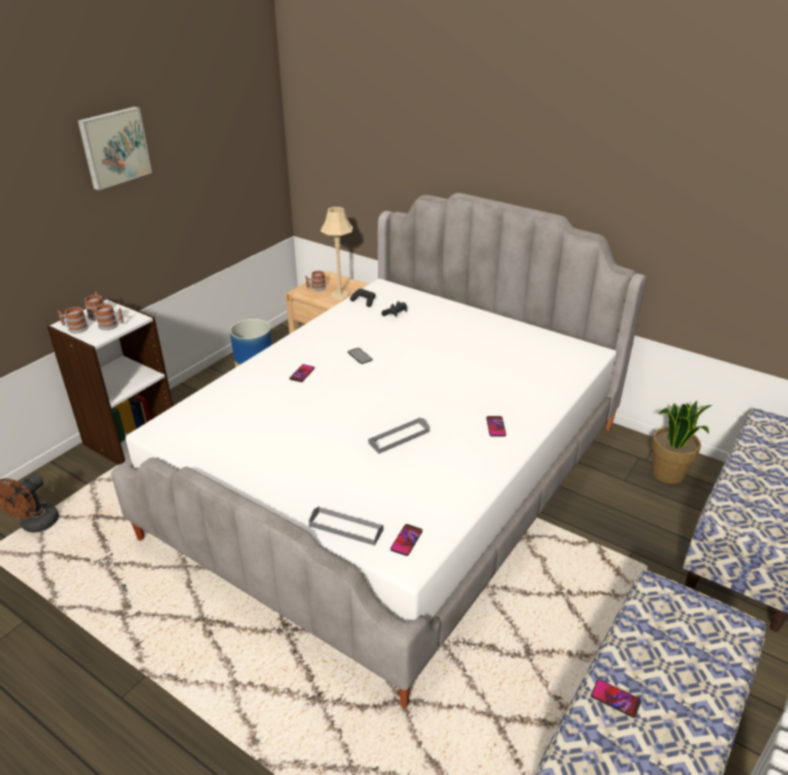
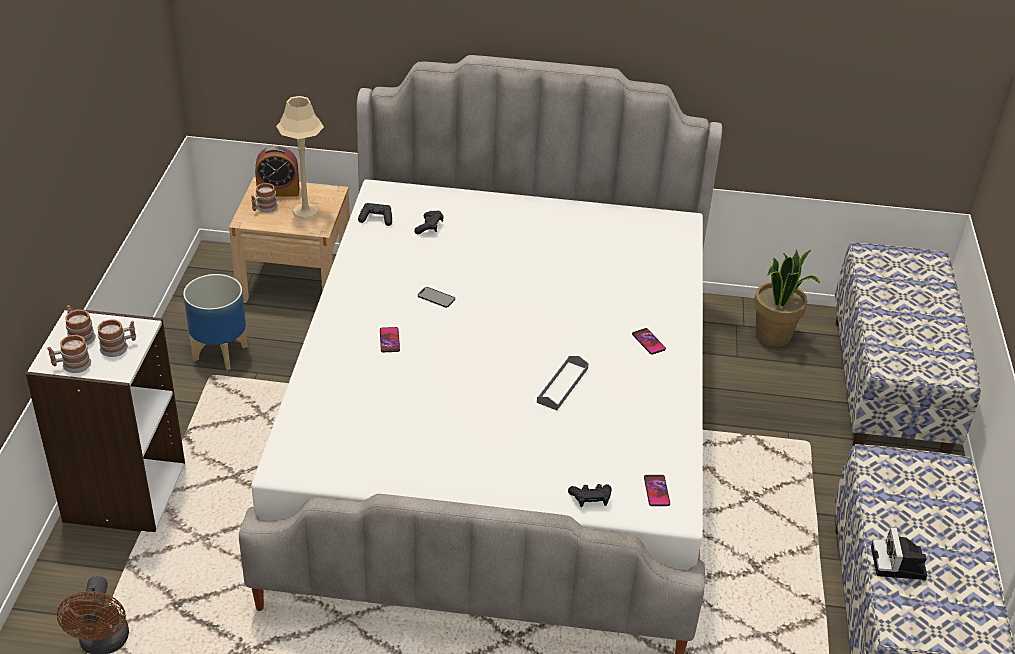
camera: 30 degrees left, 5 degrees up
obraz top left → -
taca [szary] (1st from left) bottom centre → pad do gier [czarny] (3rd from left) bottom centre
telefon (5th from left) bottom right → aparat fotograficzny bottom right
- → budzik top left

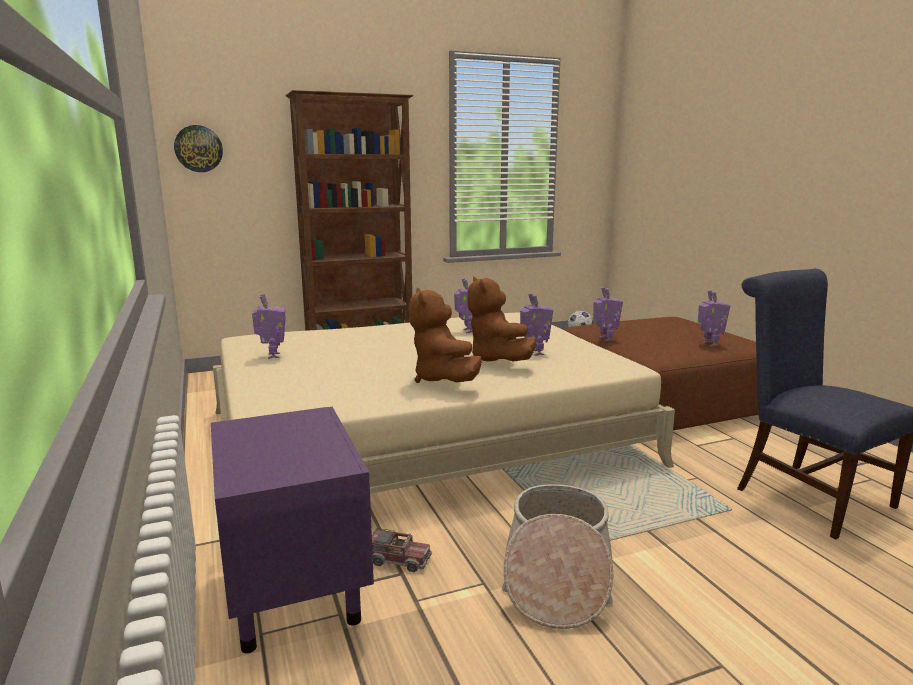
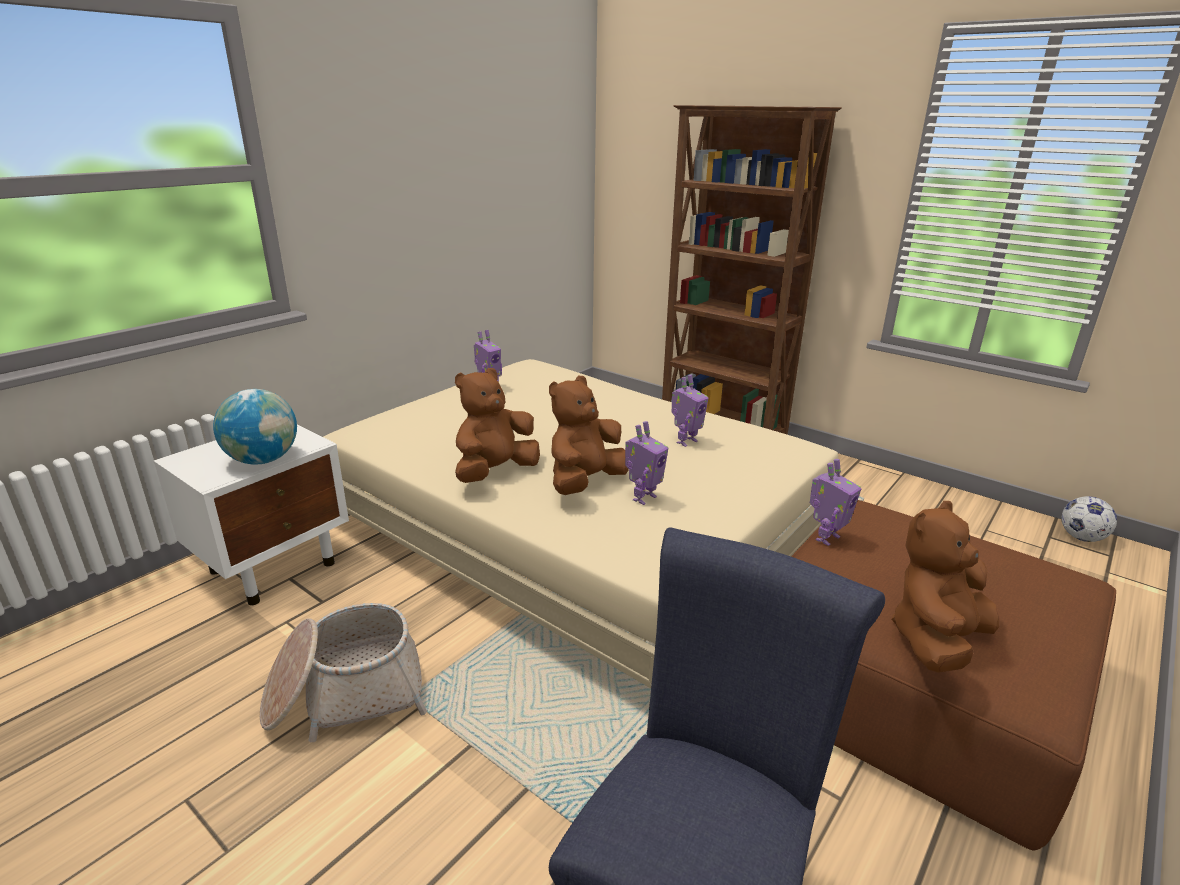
camera: 60 degrees right, 10 degrees up
zegar ścienny top left → -
robot zabawkowy (5th from left) middle right → pluszak [brązowy] (3rd from left) middle right
szafka nocna [fioletowy] bottom left → szafka nocna [biały] middle left
ciężarówka zabawkowa bottom centre → -
- → globus middle left

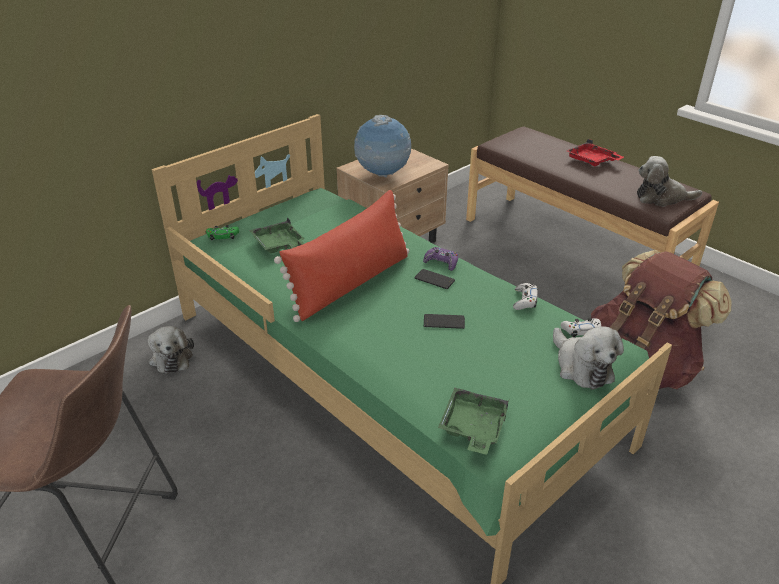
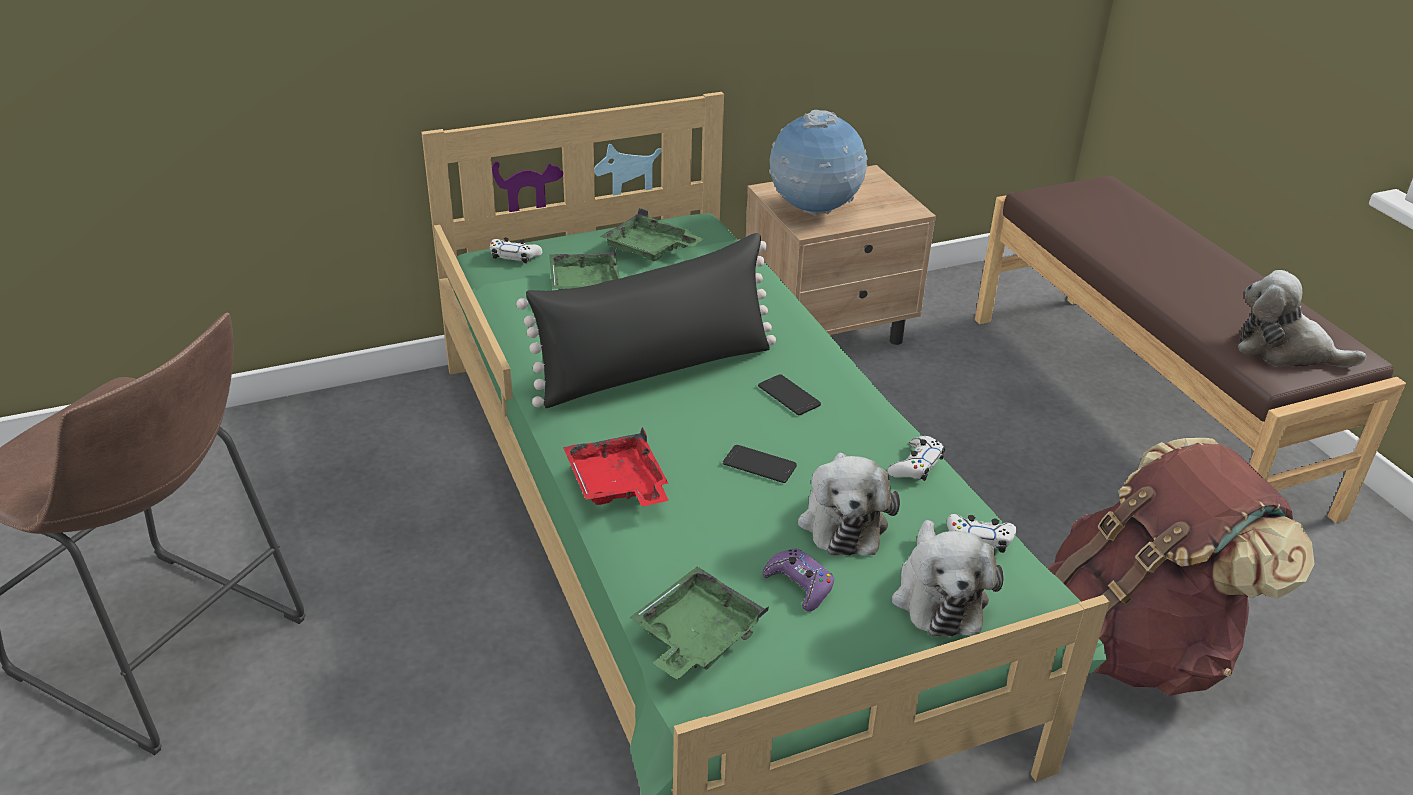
camera: 20 degrees right, 0 degrees up
taca [czerwony] top right → taca [czerwony] centre, move
poduszka [czerwony] centre → poduszka [czarny] centre
pad do gier [zielony] middle left → pad do gier [biały] (1st from left) top centre
pad do gier [fioletowy] centre → pad do gier [fioletowy] bottom centre, move
pluszak (1st from left) middle left → pluszak (1st from left) centre, move
- → taca [zielony] (2nd from left) top centre

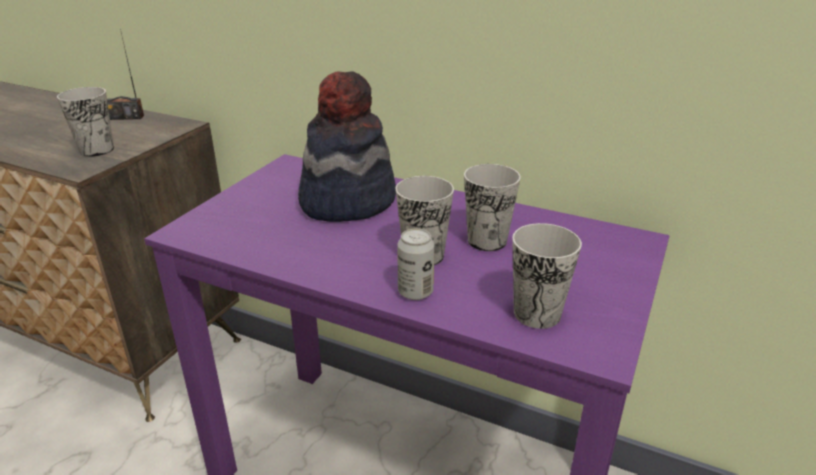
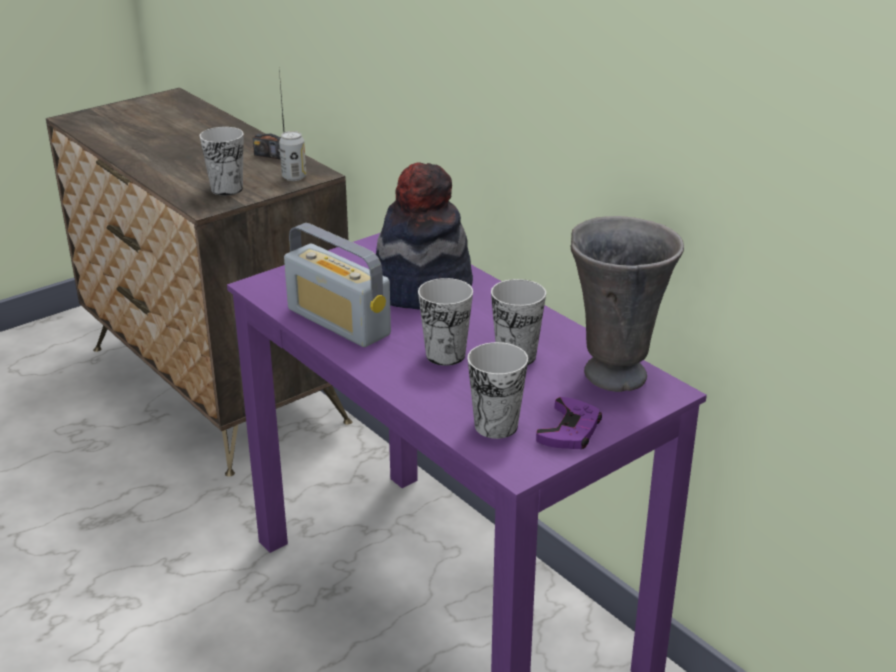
camera: 25 degrees right, 0 degrees up
puszka centre → puszka top left, move
- → wazon [szary] middle right
- → radio (2nd from left) centre
- → pad do gier [fioletowy] centre

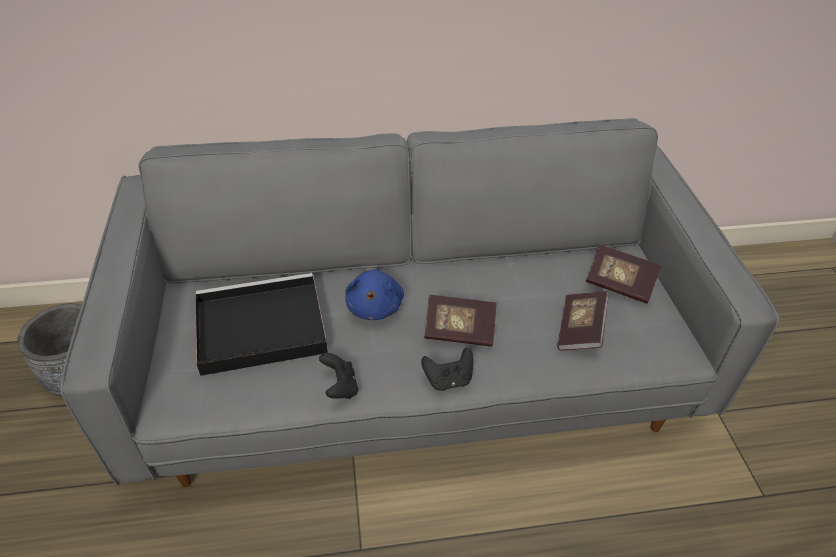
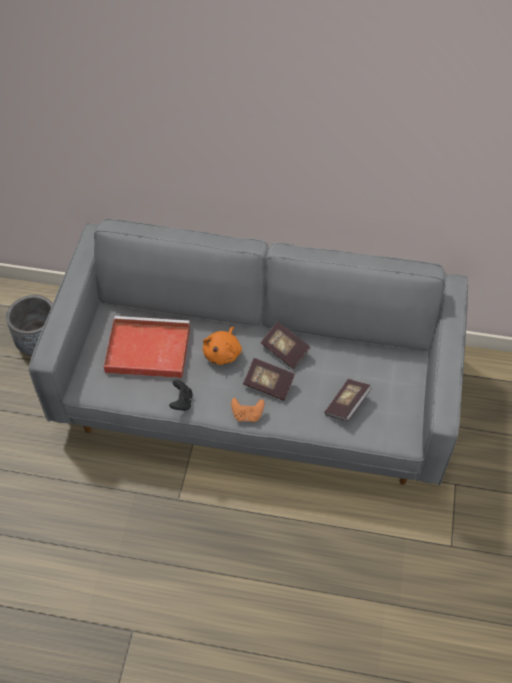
camera: 20 degrees right, 10 degrees up
książka (3rd from left in the first image) middle right → książka (2nd from left) centre, move
pluszak [niebieski] centre → pluszak [pomarańczowy] centre
taca [czarny] middle left → taca [czerwony] middle left
pad do gier [czarny] (2nd from left) centre → pad do gier [pomarańczowy] centre

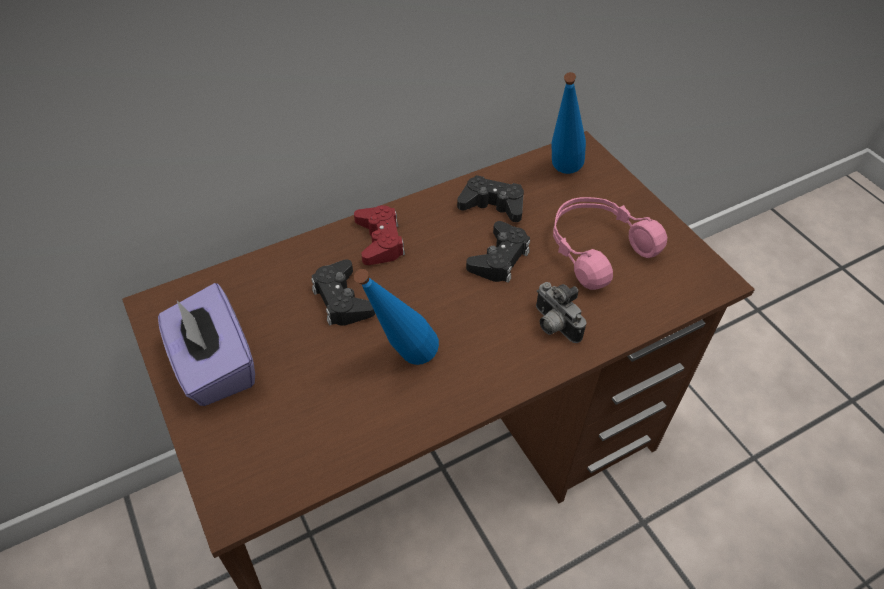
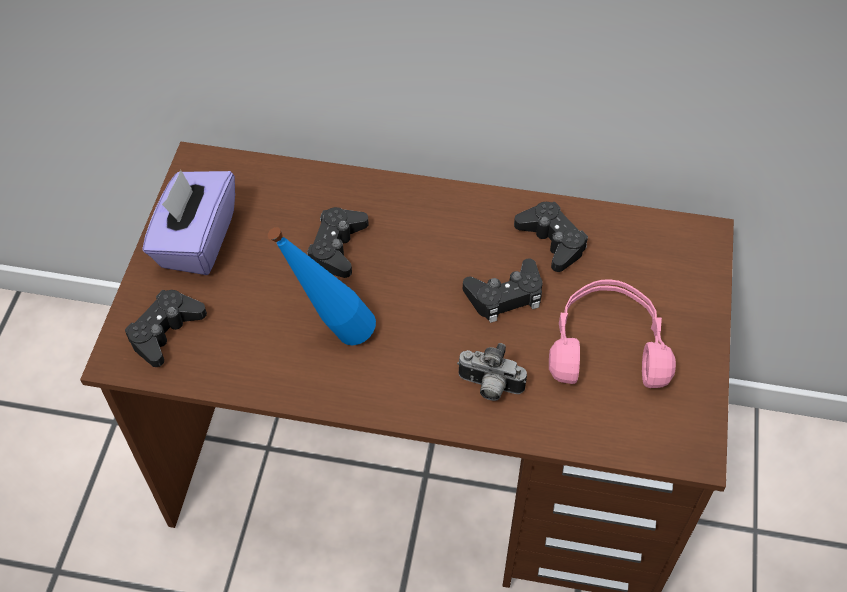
camera: 40 degrees right, 5 degrees up
butelka [niebieski] (2nd from left) top centre → -
pad do gier [czerwony] centre → -
aparat fotograficzny centre, 75 degrees counterclockwise
- → pad do gier [czarny] (1st from left) middle left

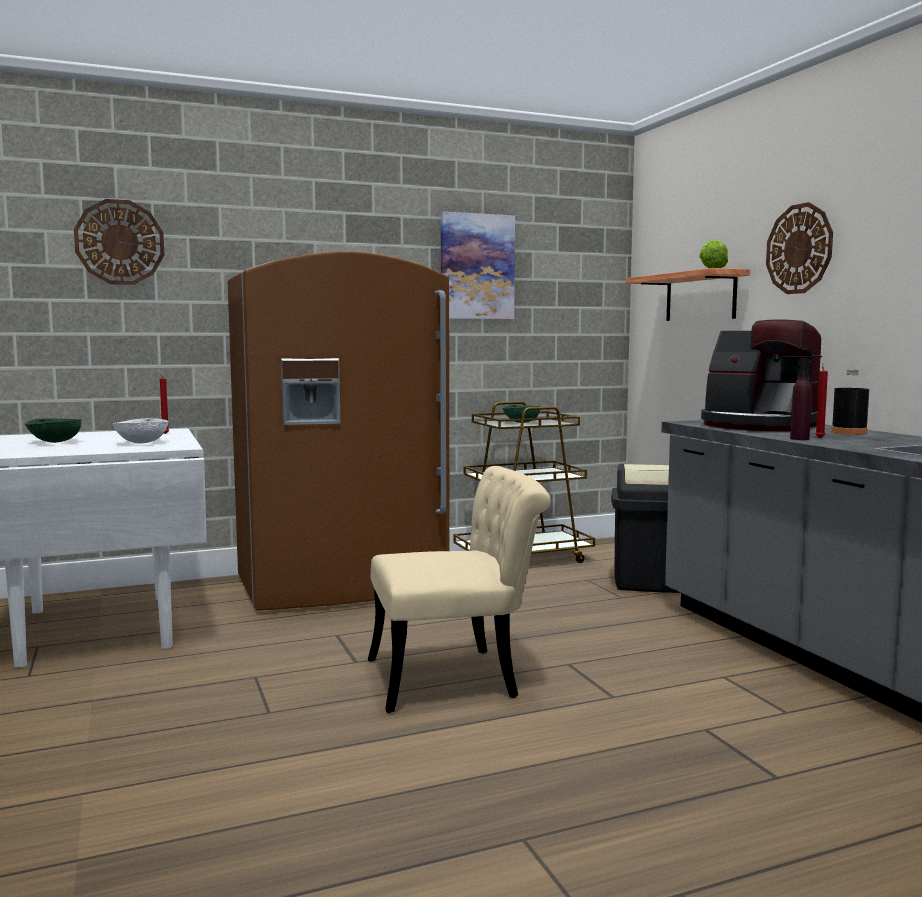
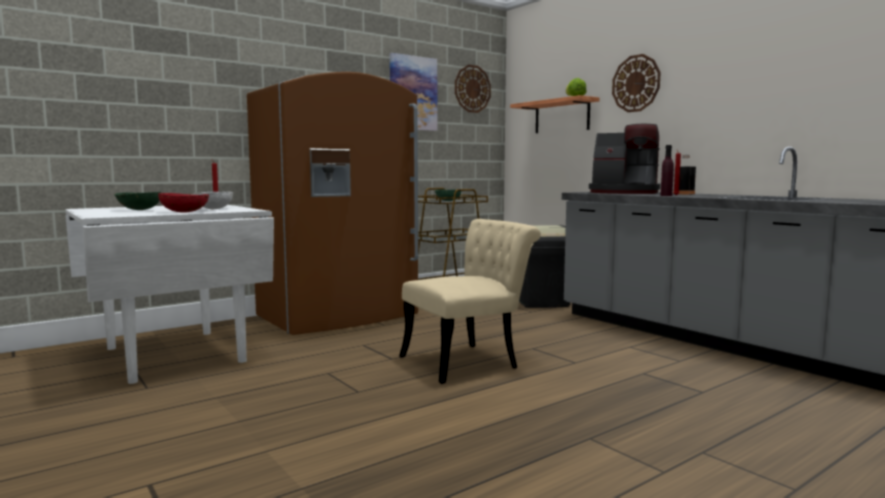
camera: 15 degrees left, 0 degrees up
zegar ścienny (1st from left) top left → zegar ścienny (1st from left) top centre, move
- → miska [czerwony] middle left

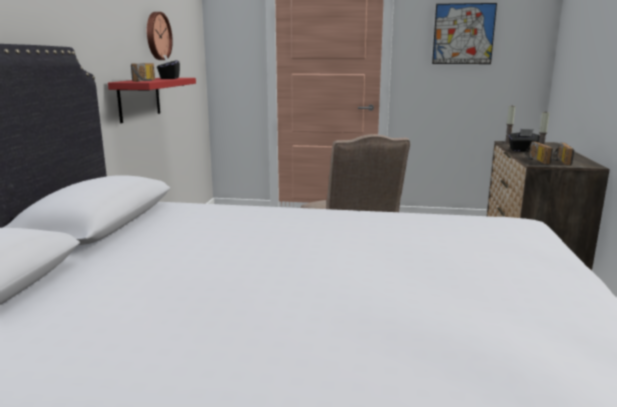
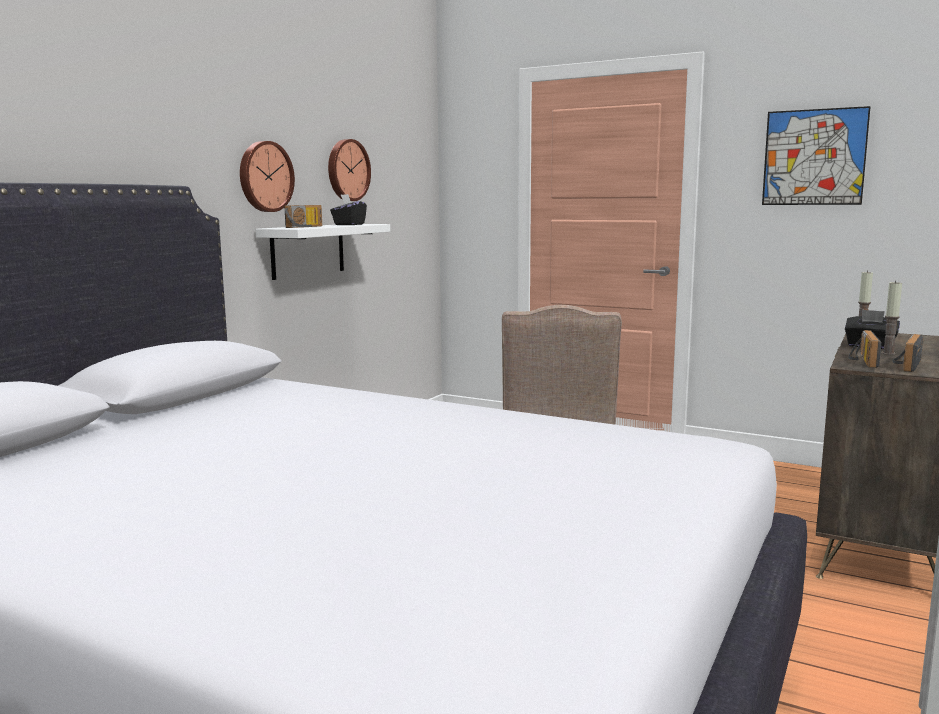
camera: 20 degrees right, 5 degrees down
półka [czerwony] top left → półka [biały] centre
- → zegar ścienny (1st from left) top left

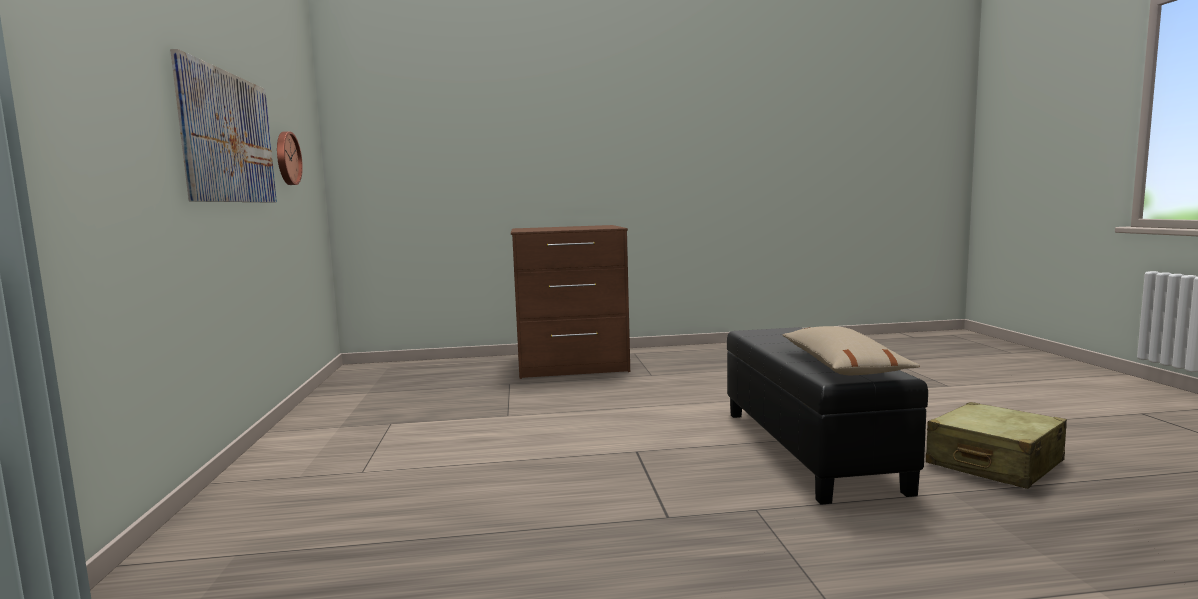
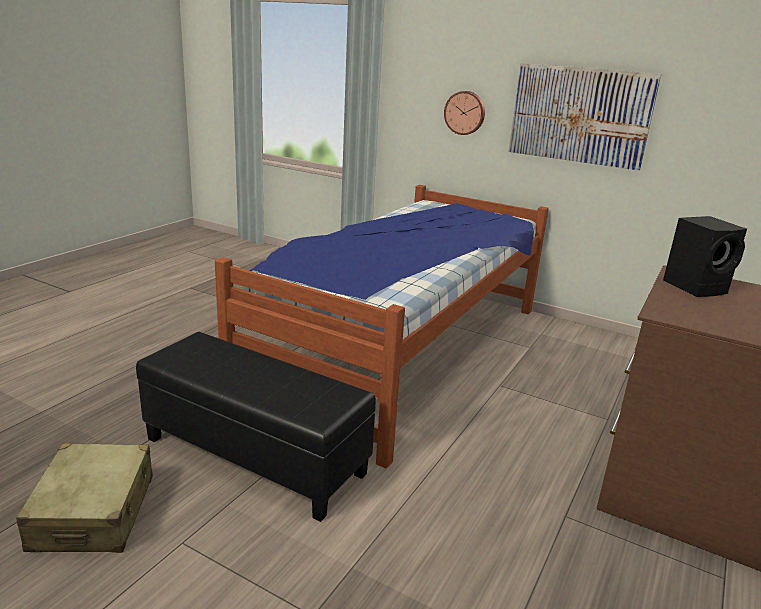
camera: 125 degrees right, 15 degrees up
zegar ścienny top left → zegar ścienny top centre, move
poduszka [beżowy] middle right → -
- → łóżko centre
- → głośnik [czarny] middle right

